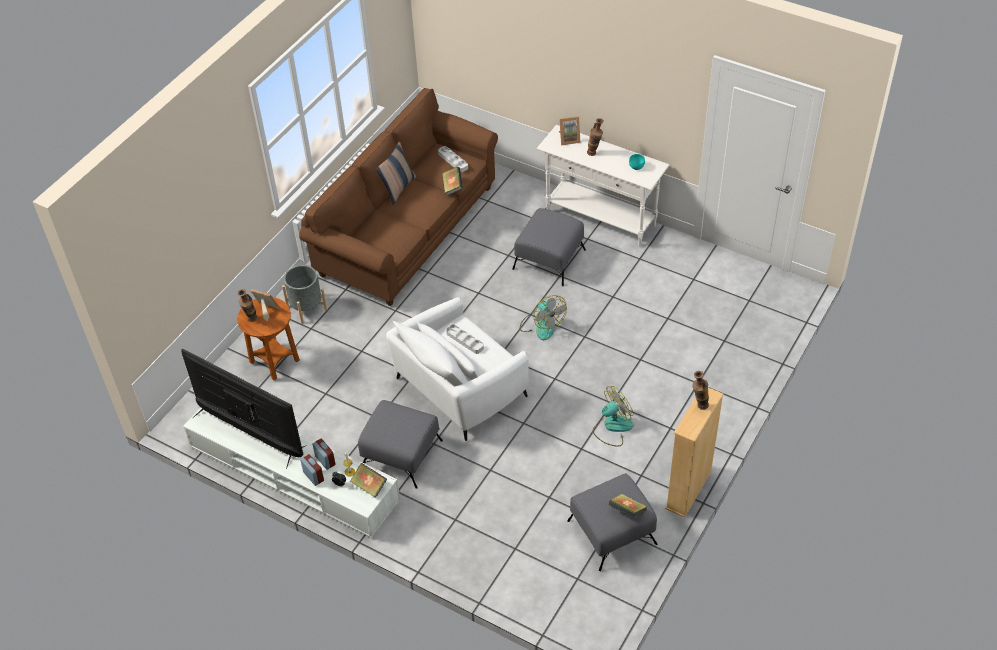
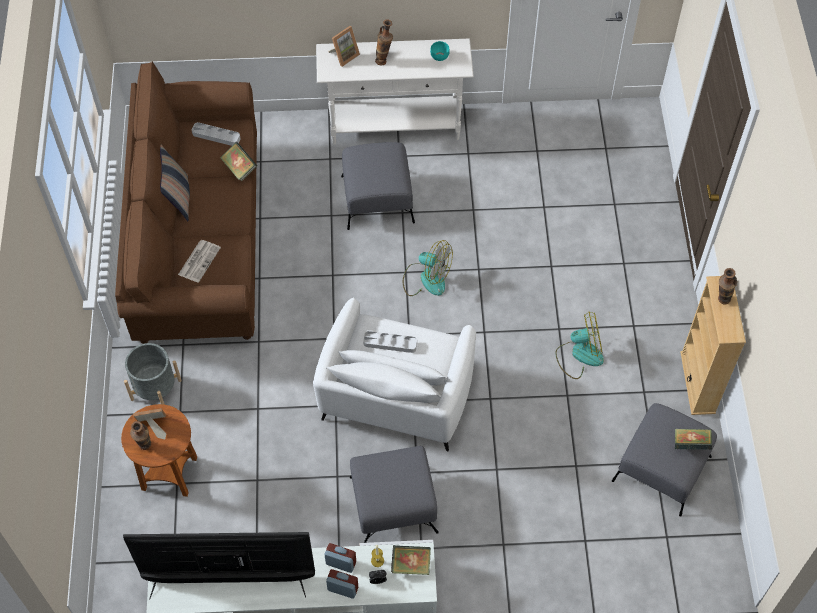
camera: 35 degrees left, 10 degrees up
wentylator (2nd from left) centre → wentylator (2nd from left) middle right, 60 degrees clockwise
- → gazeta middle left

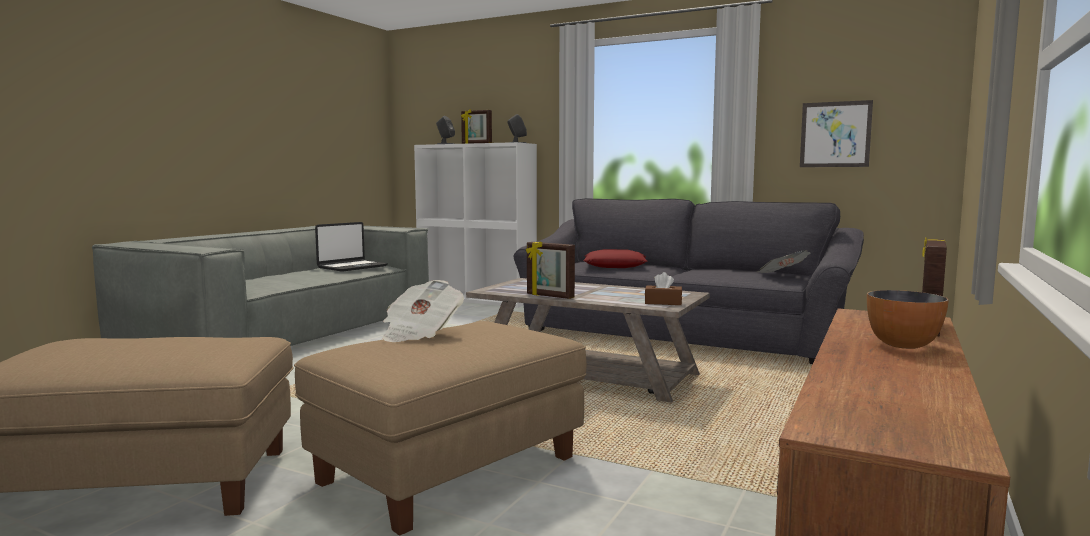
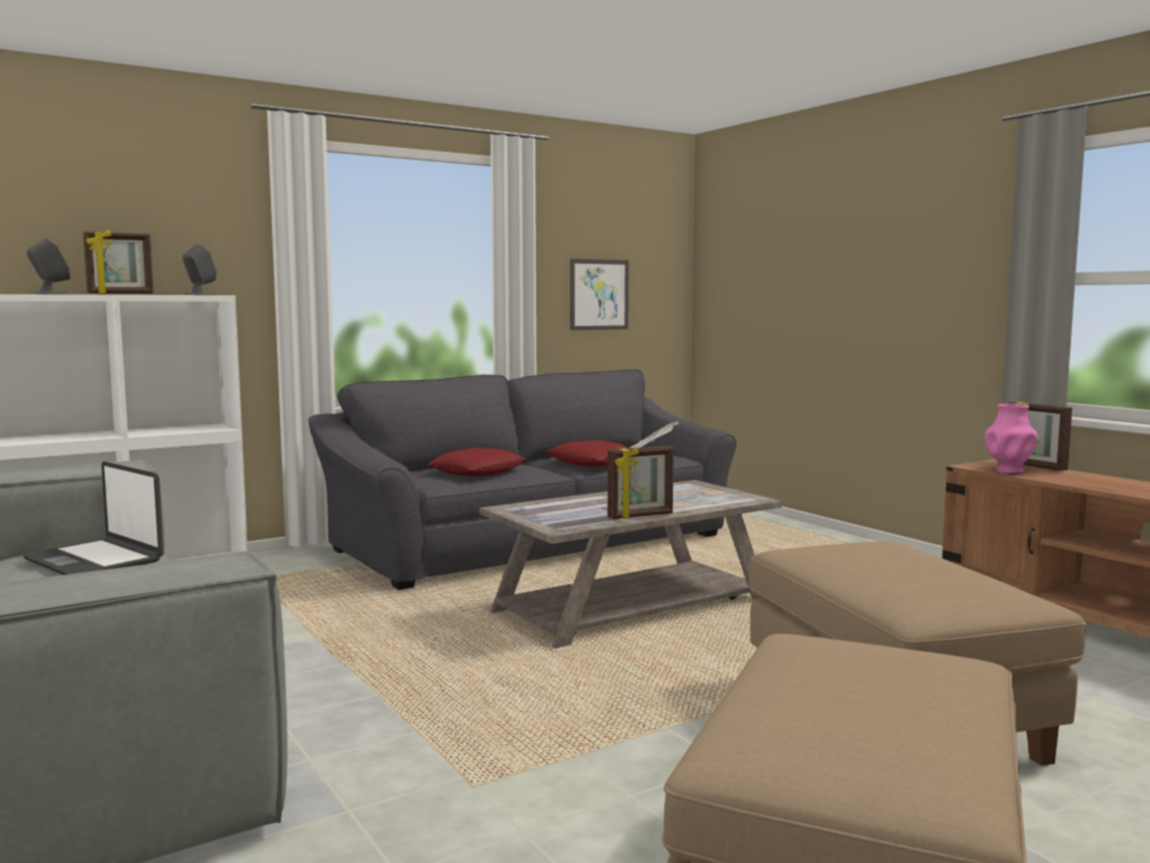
camera: 60 degrees left, 0 degrees up
laptop middle left, 150 degrees clockwise
pudełko chusteczek [brązowy] centre → -
gazeta (1st from left) centre → -
miska middle right → -
- → wazon [różowy] middle right
- → poduszka [czerwony] (2nd from left) centre

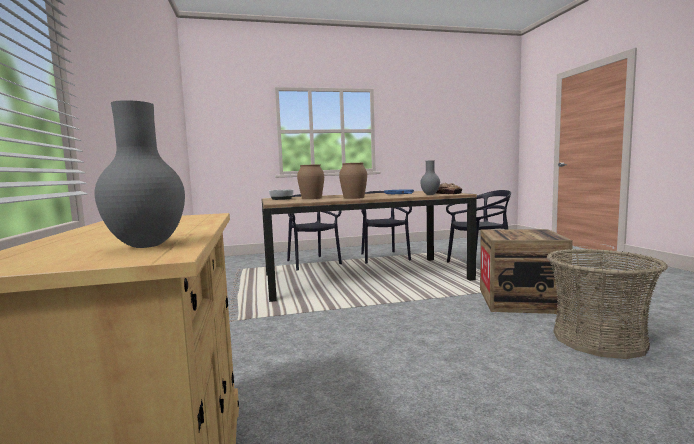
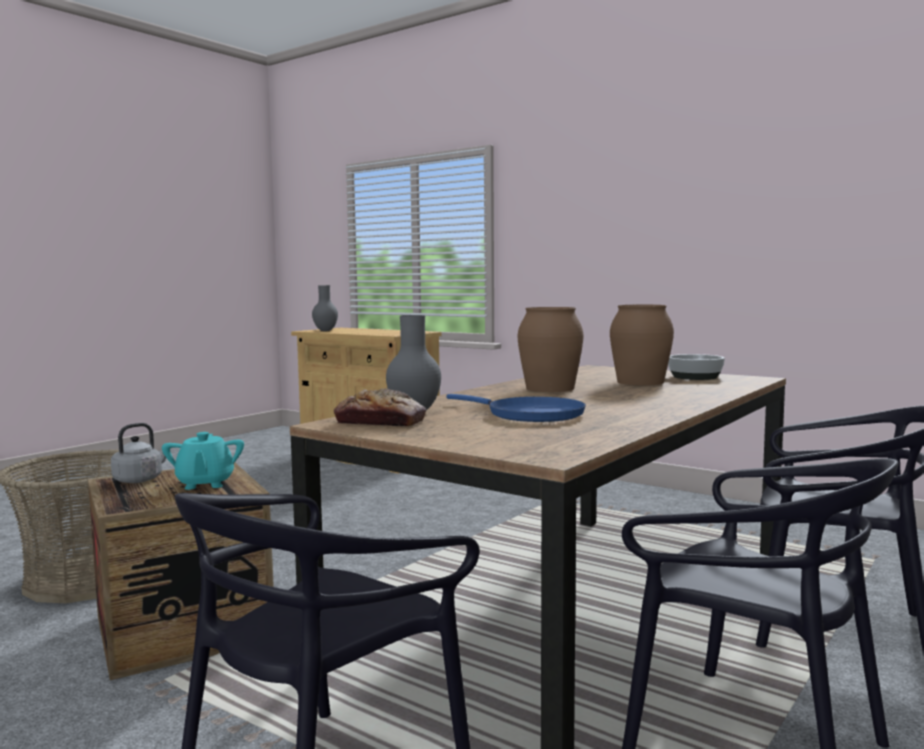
camera: 140 degrees right, 0 degrees up
- → czajnik [szary] middle left
- → imbryk [turkusowy] middle left

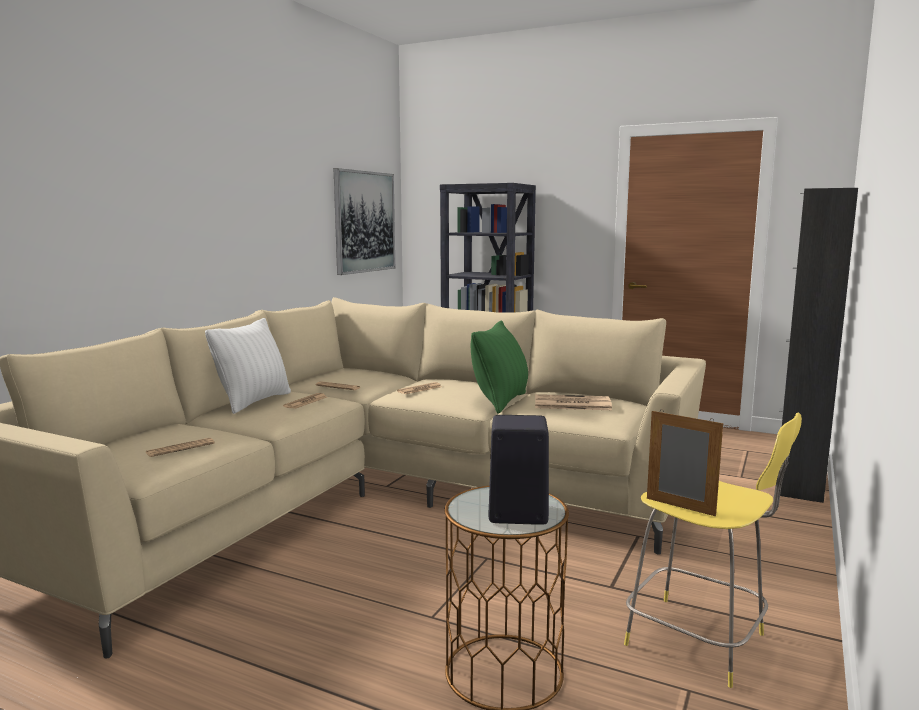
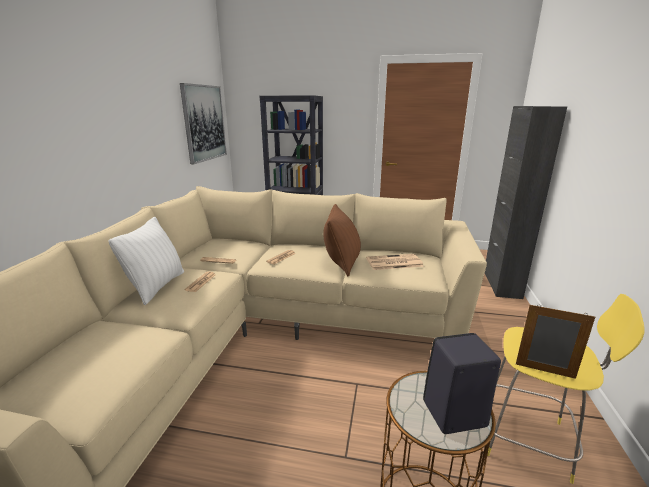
camera: 15 degrees left, 10 degrees up
poduszka [zielony] centre → poduszka [brązowy] centre
gazeta (1st from left) middle left → -

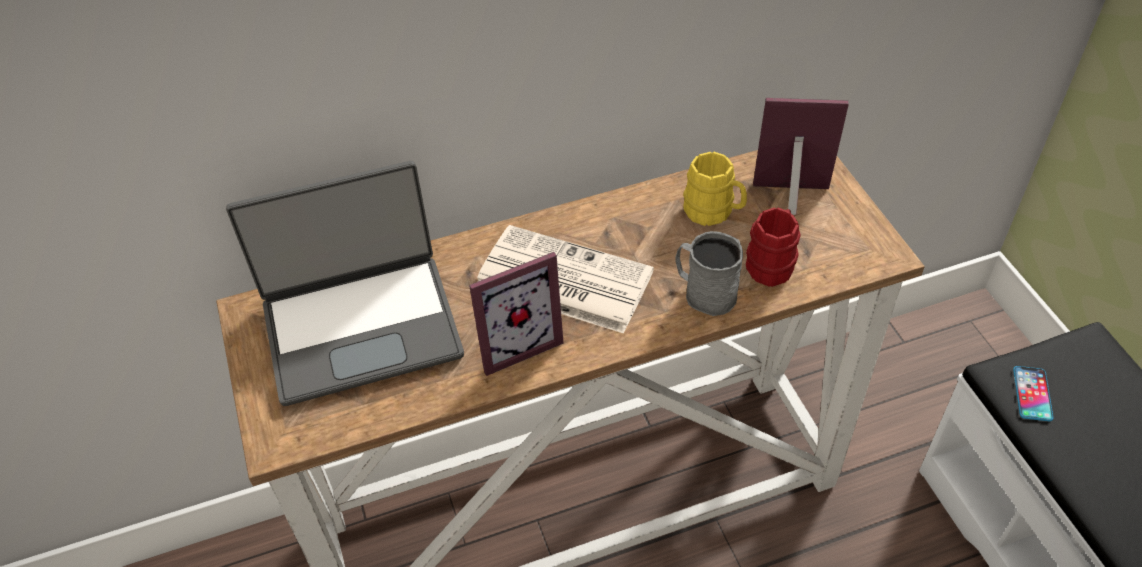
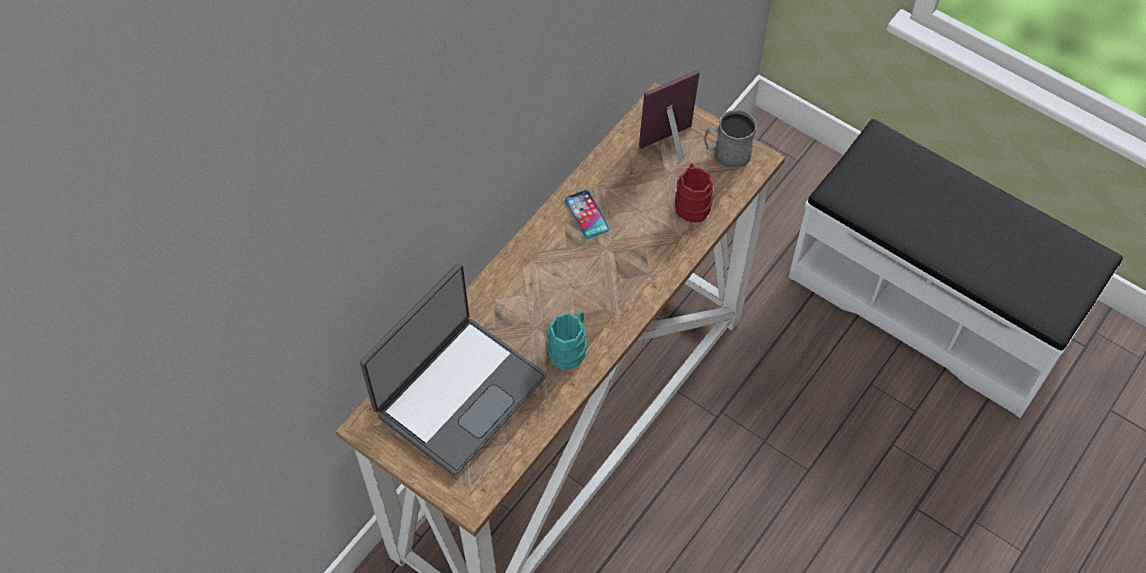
camera: 35 degrees left, 10 degrees up
kubek [żółty] centre → -
gazeta centre → -
kubek [szary] centre → kubek [szary] top centre, move
ramka na zdjęcie (1st from left) centre → kubek [turkusowy] centre
telefon bottom right → telefon centre, move

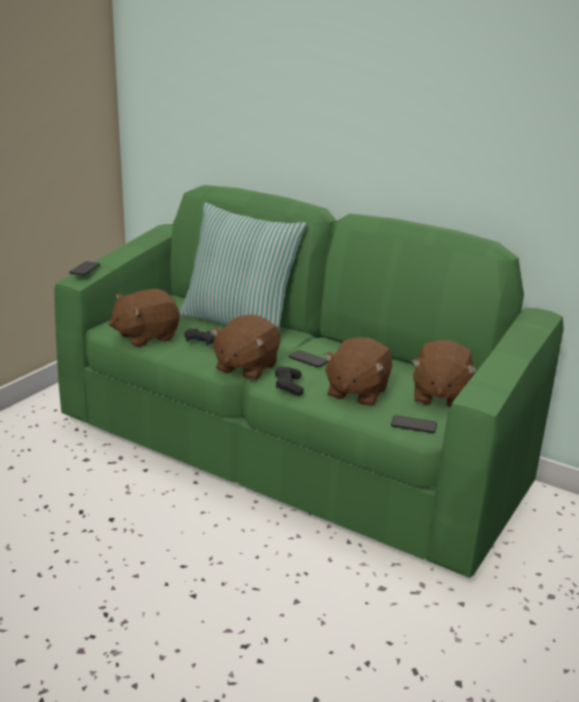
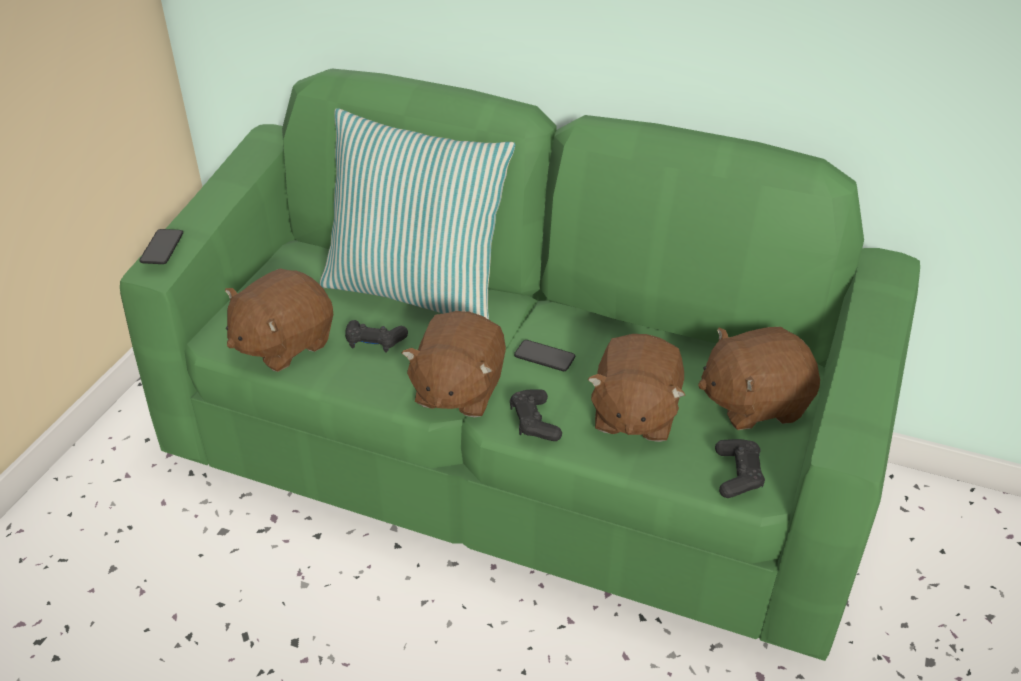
camera: 10 degrees left, 15 degrees up
pluszak [brązowy] (4th from left) middle right, 75 degrees clockwise
telefon (3rd from left) middle right → pad do gier [czarny] (3rd from left) bottom right

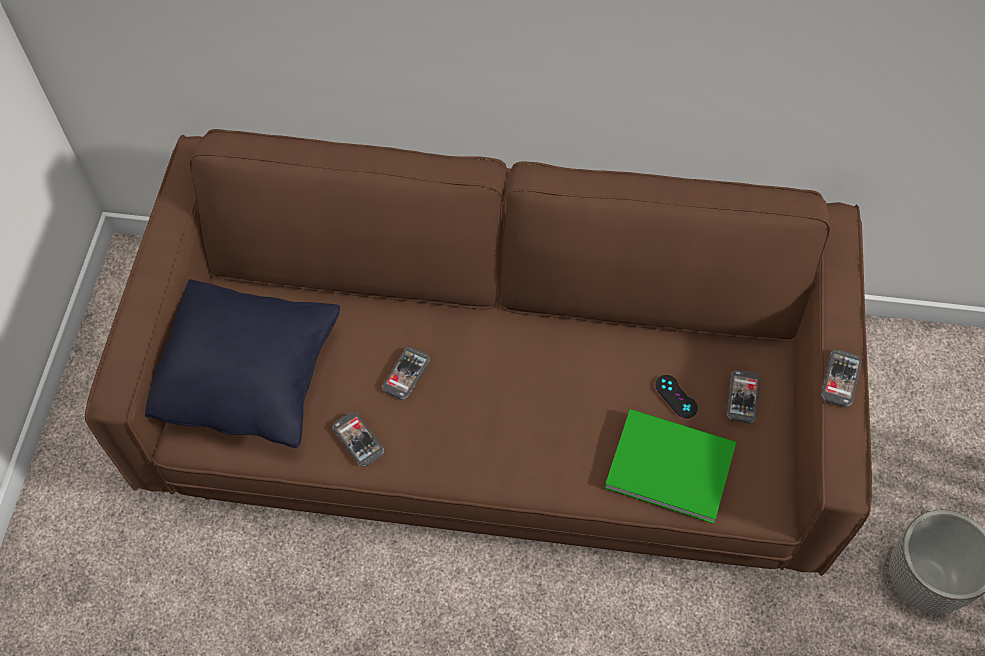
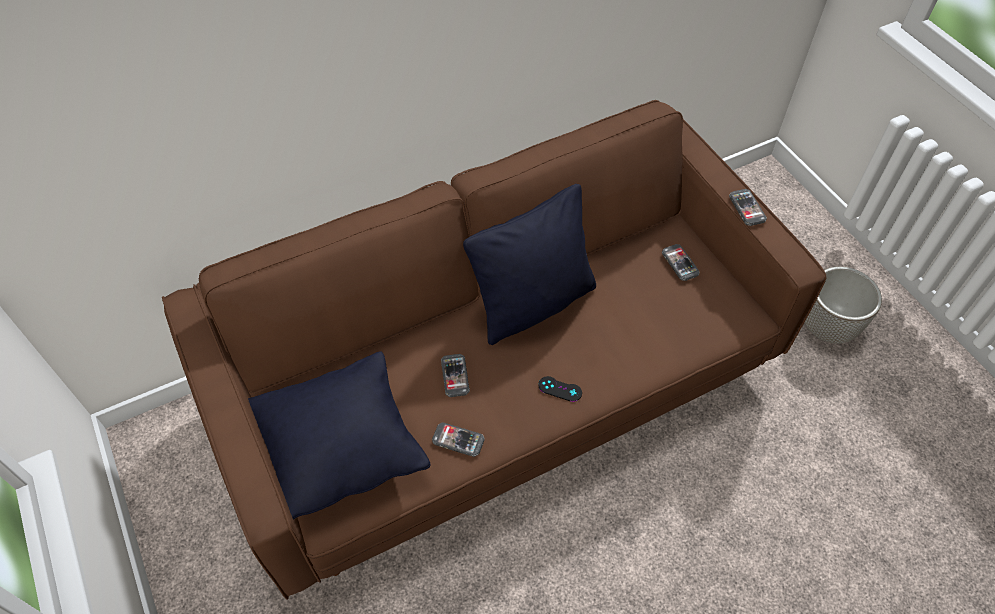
camera: 35 degrees left, 5 degrees down
pad do gier [czarny] middle right → pad do gier [czarny] centre, move
książka [zielony] bottom right → -
- → poduszka [czarny] (2nd from left) centre

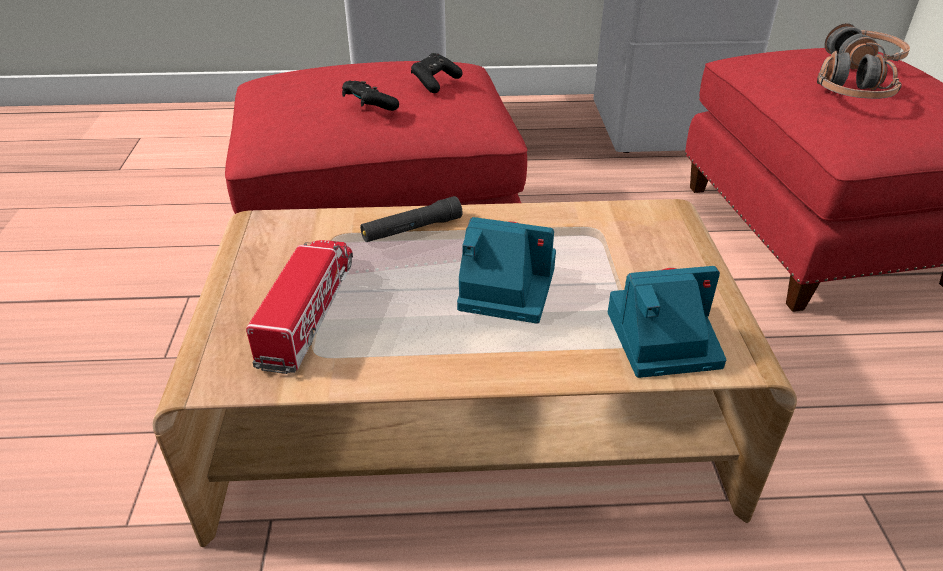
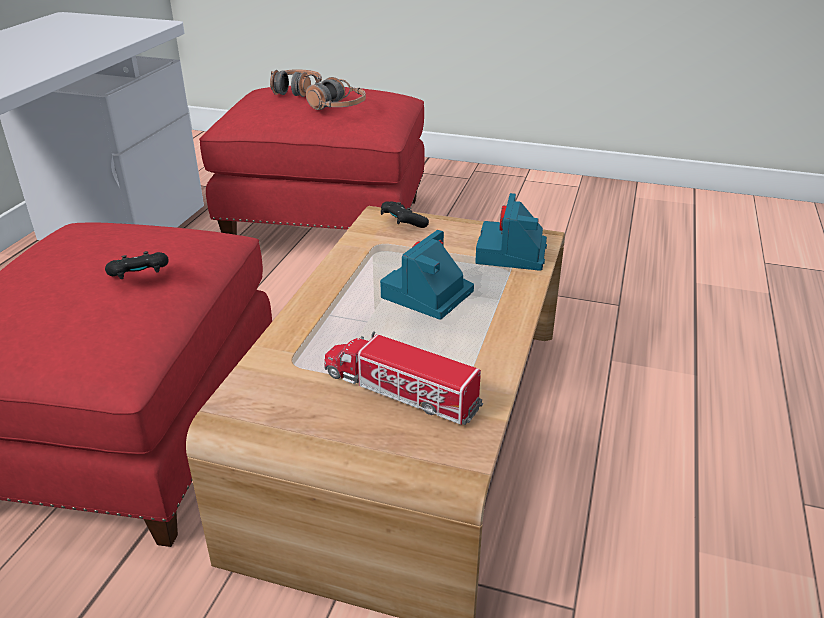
camera: 70 degrees left, 5 degrees down
pad do gier [czarny] (2nd from left) top centre → pad do gier [czarny] (2nd from left) centre, move
latarka [czarny] centre → -

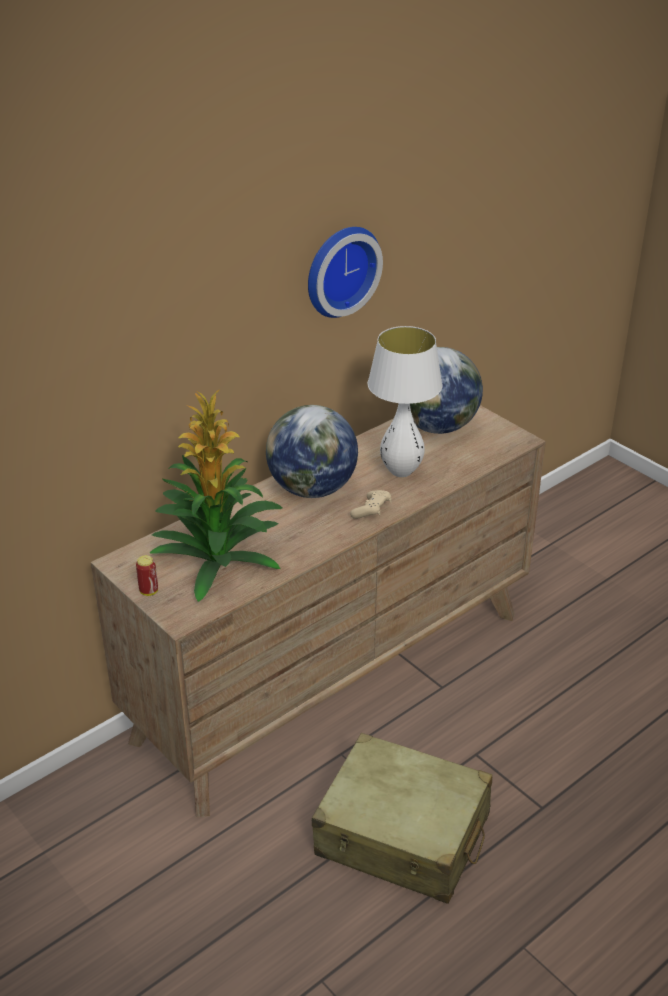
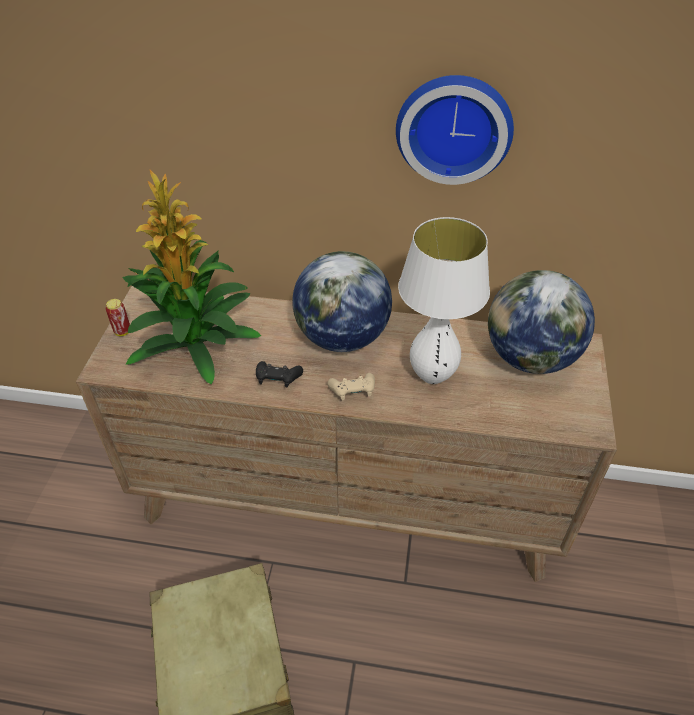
camera: 50 degrees right, 10 degrees up
- → pad do gier [czarny] centre

